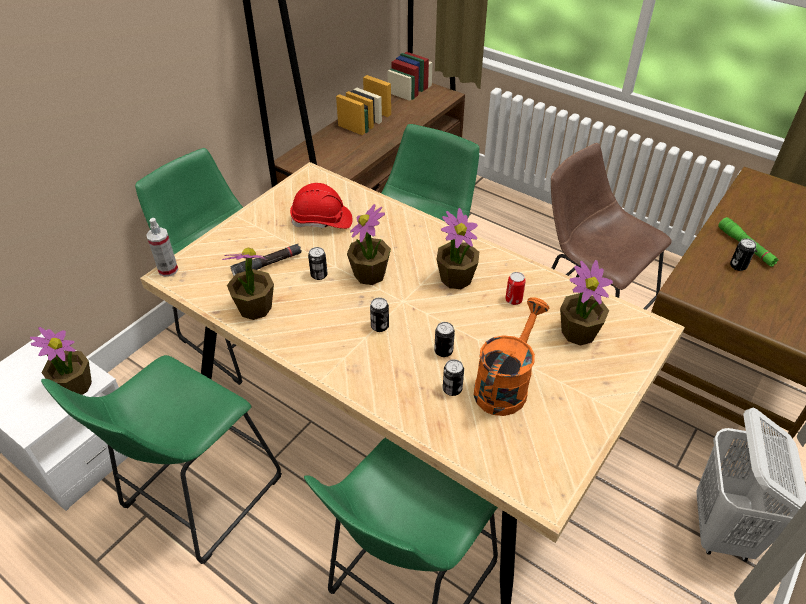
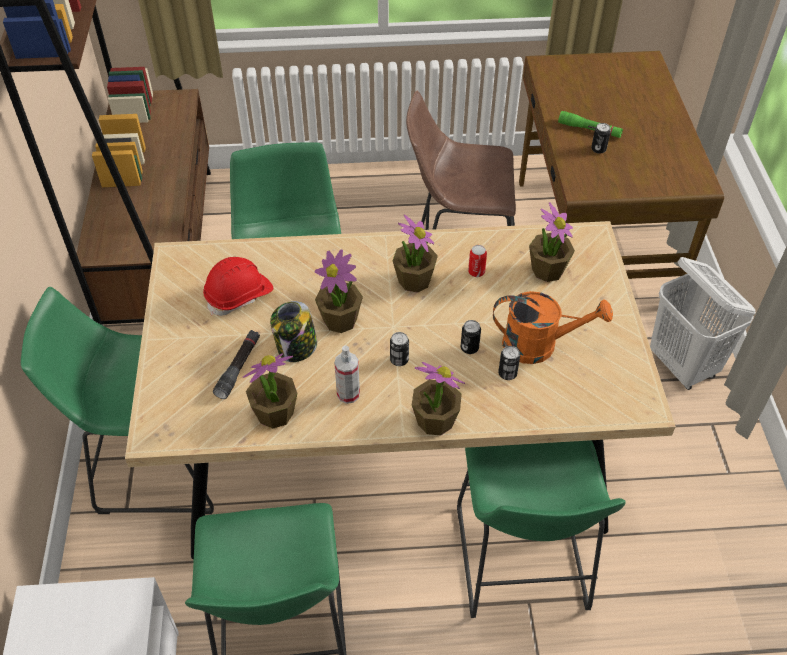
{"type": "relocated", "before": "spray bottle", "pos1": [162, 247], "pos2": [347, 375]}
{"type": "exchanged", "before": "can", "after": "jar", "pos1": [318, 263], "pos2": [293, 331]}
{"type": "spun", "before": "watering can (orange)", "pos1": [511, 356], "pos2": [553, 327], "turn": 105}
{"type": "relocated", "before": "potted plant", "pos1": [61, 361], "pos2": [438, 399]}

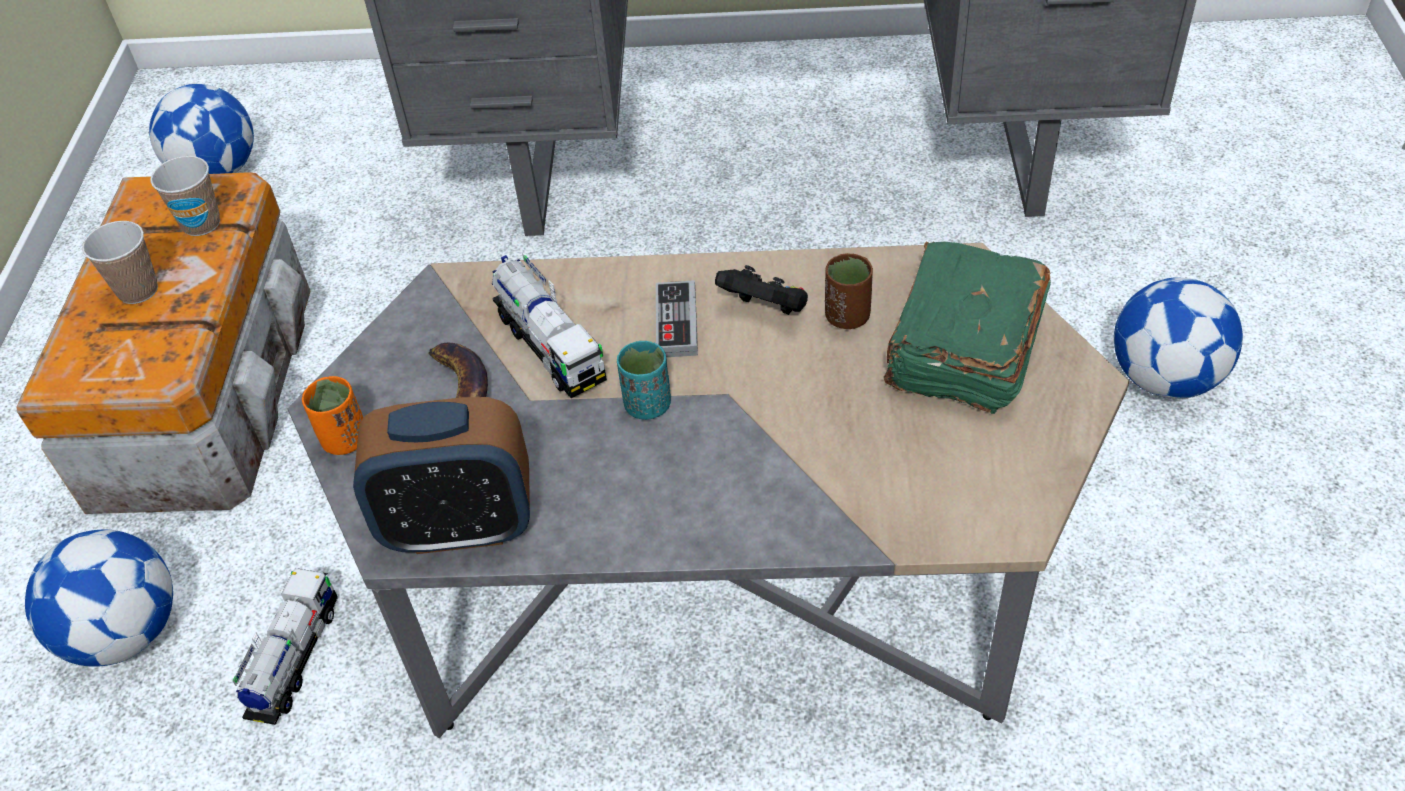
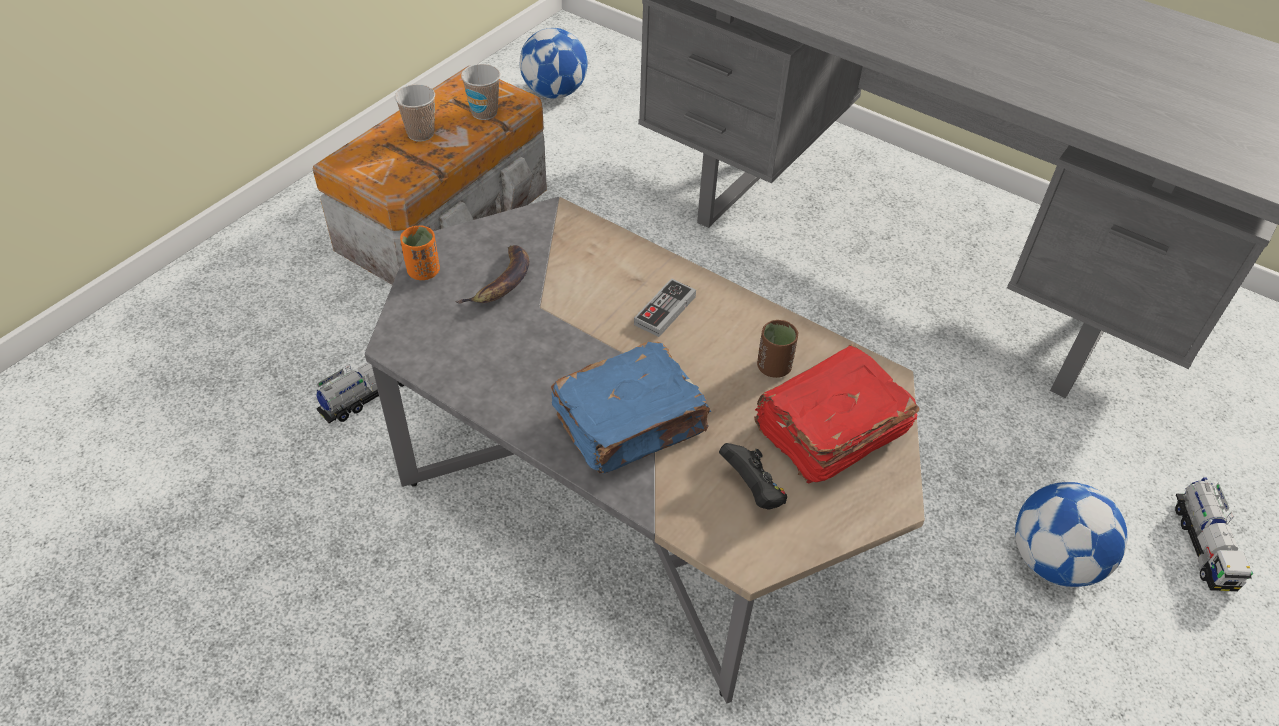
{"type": "colour", "before": "book (green)", "after": "book (red)", "pos1": [967, 328], "pos2": [837, 414]}
{"type": "relocated", "before": "toy truck", "pos1": [549, 326], "pos2": [1214, 534]}
{"type": "relocated", "before": "game controller (black)", "pos1": [761, 290], "pos2": [753, 476]}
{"type": "missing", "before": "cup (turquoise)", "pos1": [644, 380]}
{"type": "missing", "before": "alarm clock", "pos1": [441, 475]}
{"type": "missing", "before": "football", "pos1": [99, 598]}
{"type": "appeared", "after": "book (blue)", "pos2": [631, 408]}

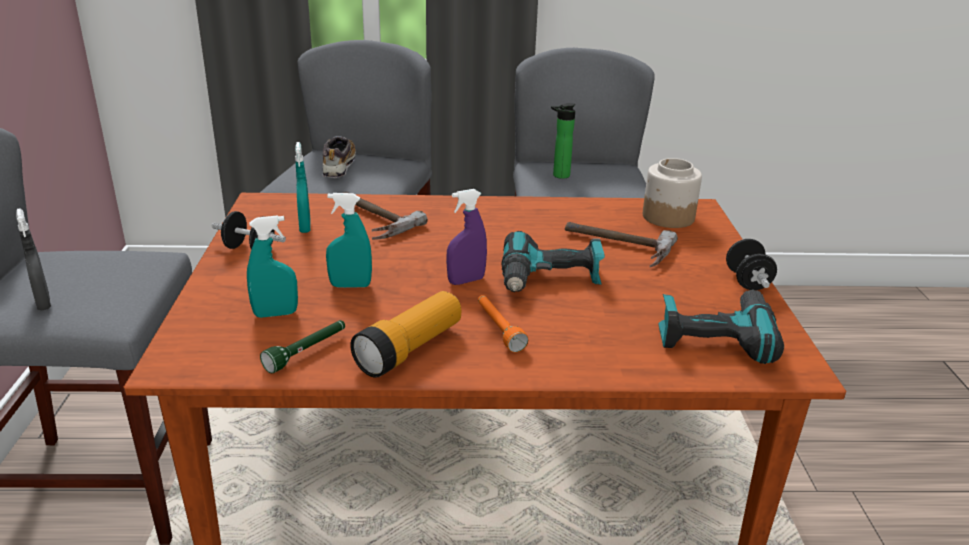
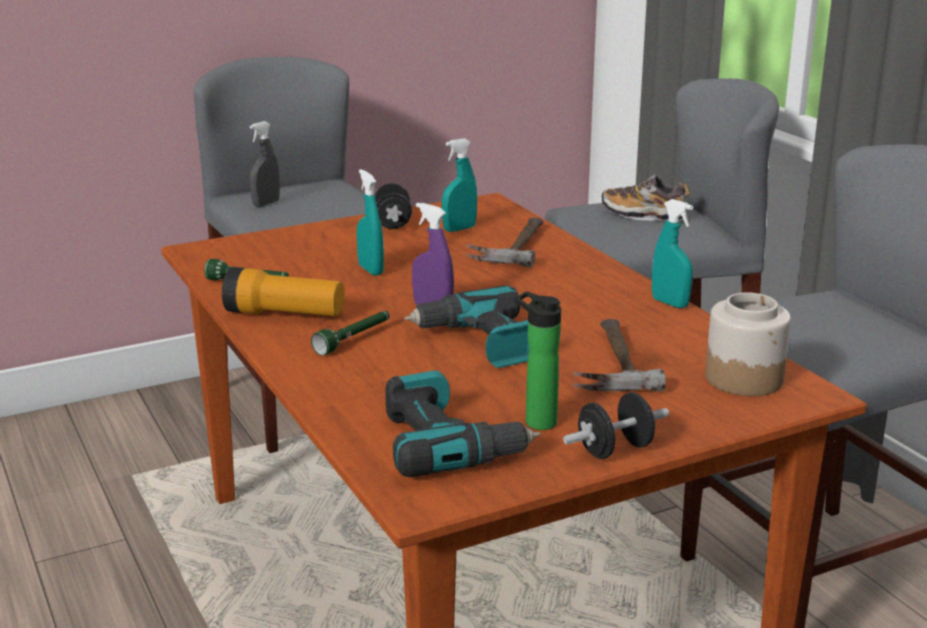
{"type": "relocated", "before": "bottle", "pos1": [563, 141], "pos2": [538, 361]}
{"type": "spun", "before": "shoe", "pos1": [339, 157], "pos2": [646, 198], "turn": -135}
{"type": "relocated", "before": "spray bottle (turquoise)", "pos1": [272, 266], "pos2": [672, 253]}
{"type": "colour", "before": "flashlight (orange)", "after": "flashlight (green)", "pos1": [503, 323], "pos2": [350, 333]}

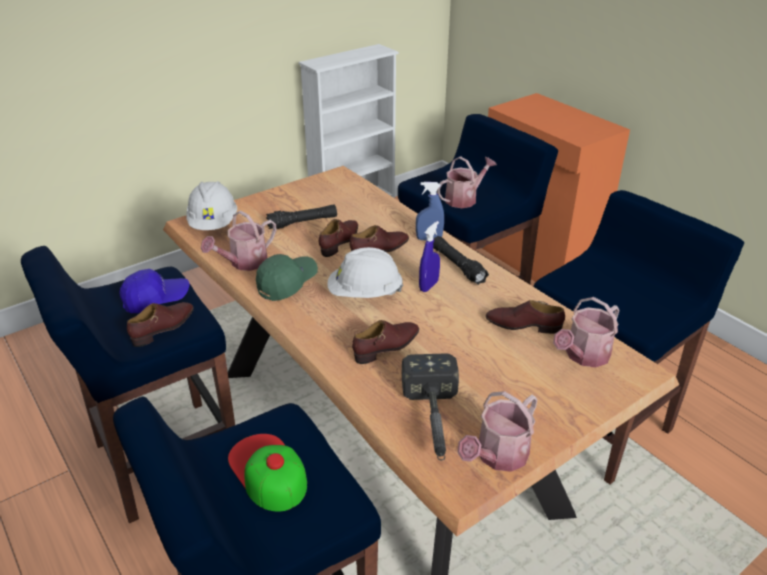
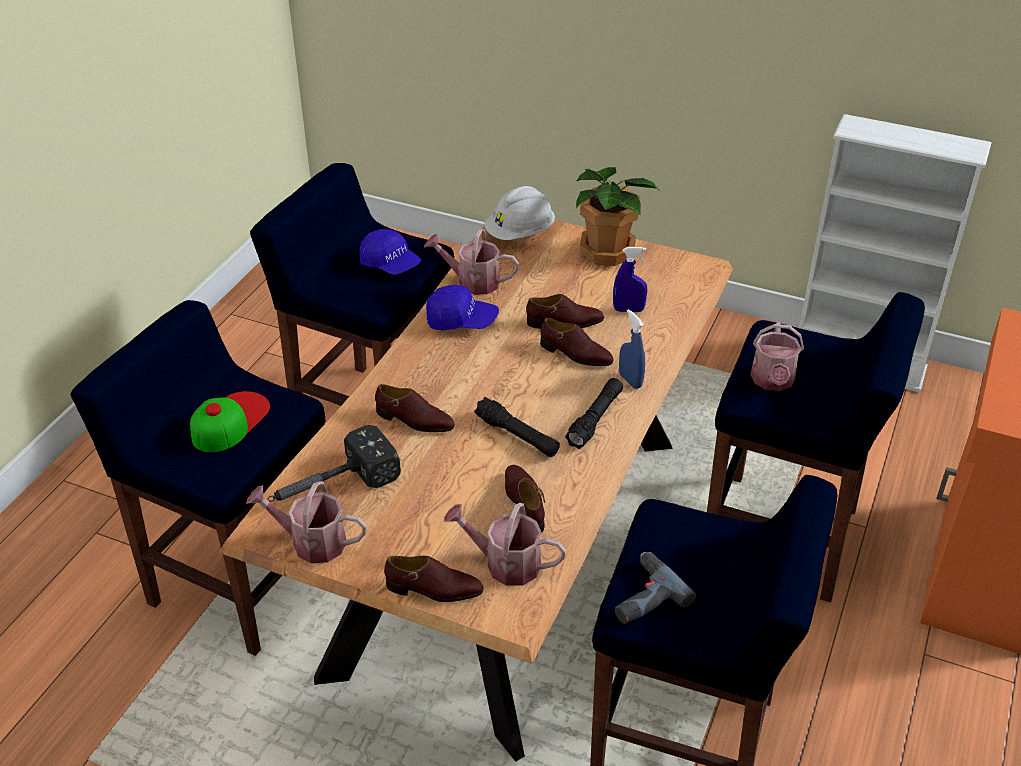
{"type": "spun", "before": "watering can", "pos1": [467, 182], "pos2": [777, 356], "turn": 75}
{"type": "relocated", "before": "flashlight (black)", "pos1": [301, 217], "pos2": [517, 427]}
{"type": "relocated", "before": "spray bottle (blue)", "pos1": [429, 256], "pos2": [630, 279]}
{"type": "missing", "before": "hard hat (white)", "pos1": [365, 272]}
{"type": "colour", "before": "cap (green)", "after": "cap (blue)", "pos1": [287, 277], "pos2": [462, 307]}
{"type": "relocated", "before": "shoe (brown)", "pos1": [160, 324], "pos2": [433, 579]}
{"type": "appeared", "after": "potted plant", "pos2": [618, 216]}
{"type": "appeared", "after": "power drill", "pos2": [655, 588]}

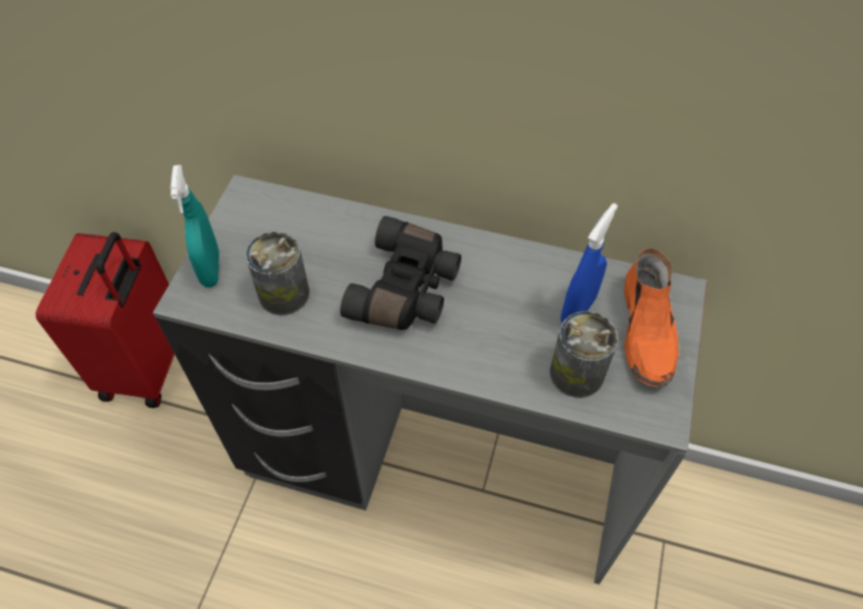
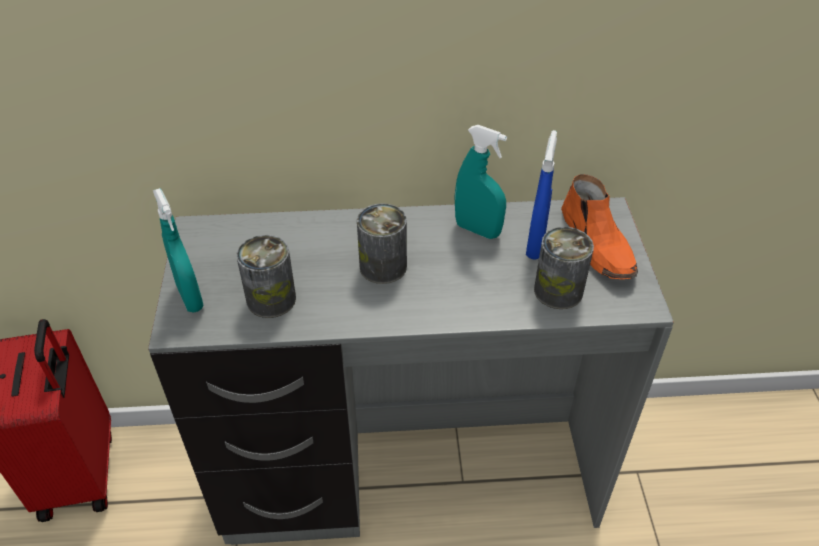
{"type": "exchanged", "before": "binoculars (black)", "after": "can", "pos1": [400, 273], "pos2": [382, 243]}
{"type": "appeared", "after": "spray bottle (turquoise)", "pos2": [480, 182]}

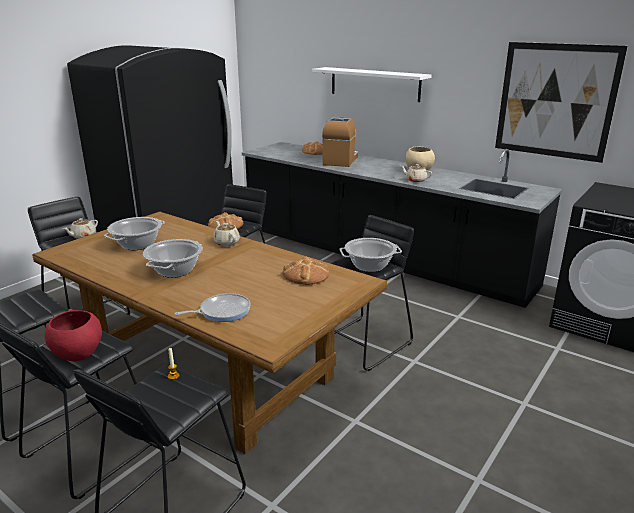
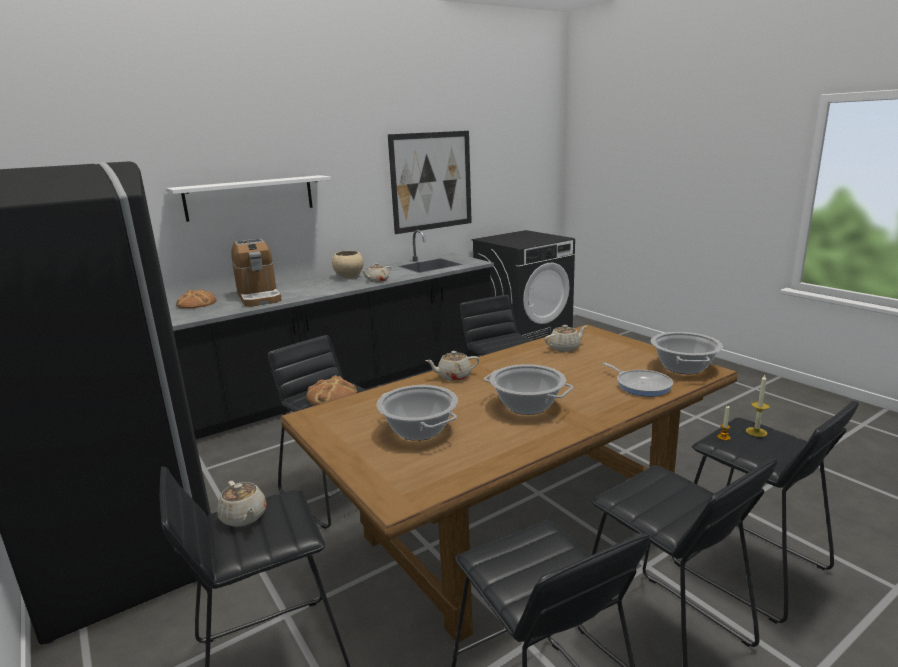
{"type": "spun", "before": "coffee machine", "pos1": [340, 142], "pos2": [256, 272], "turn": -150}
{"type": "relocated", "before": "cooking pot", "pos1": [370, 255], "pos2": [687, 353]}
{"type": "exchanged", "before": "bread", "after": "teapot (beige)", "pos1": [306, 270], "pos2": [566, 338]}
{"type": "spun", "before": "frying pan", "pos1": [213, 307], "pos2": [637, 379], "turn": 150}
{"type": "missing", "before": "bowl (red)", "pos1": [73, 335]}
{"type": "appeared", "after": "candle", "pos2": [758, 406]}

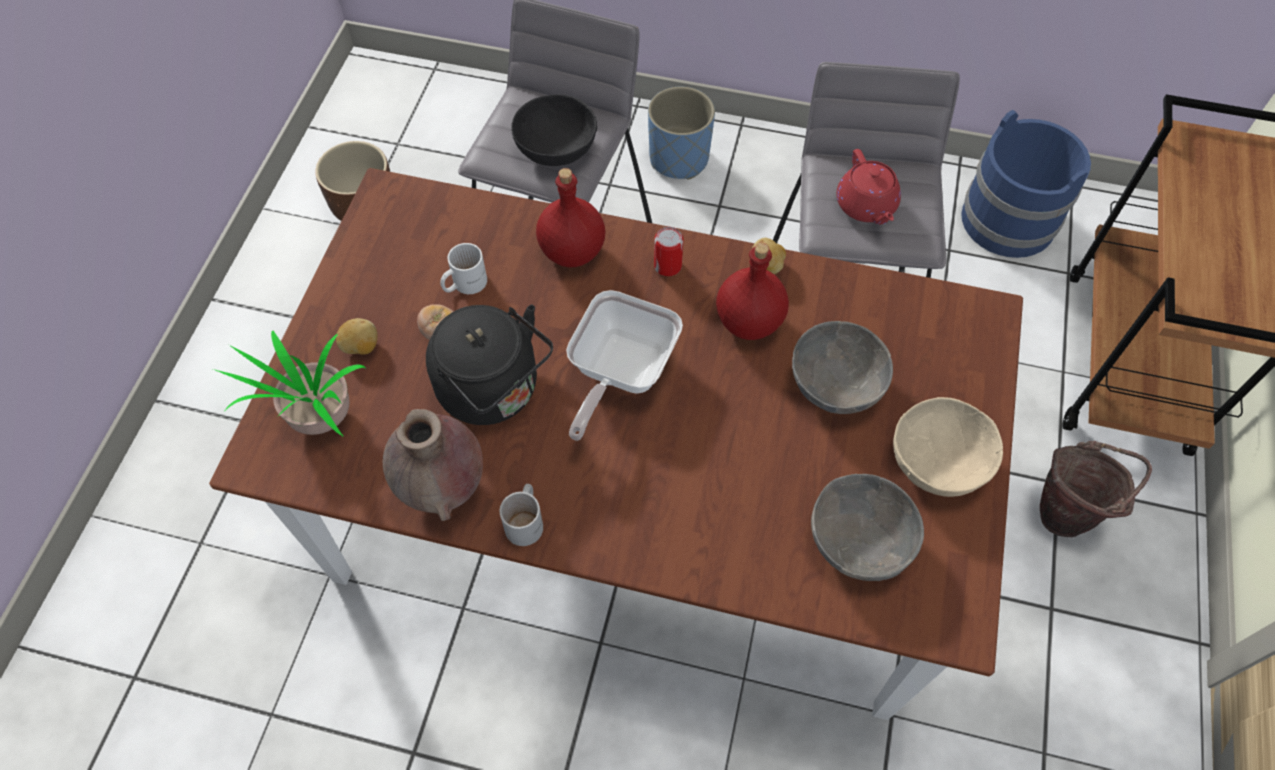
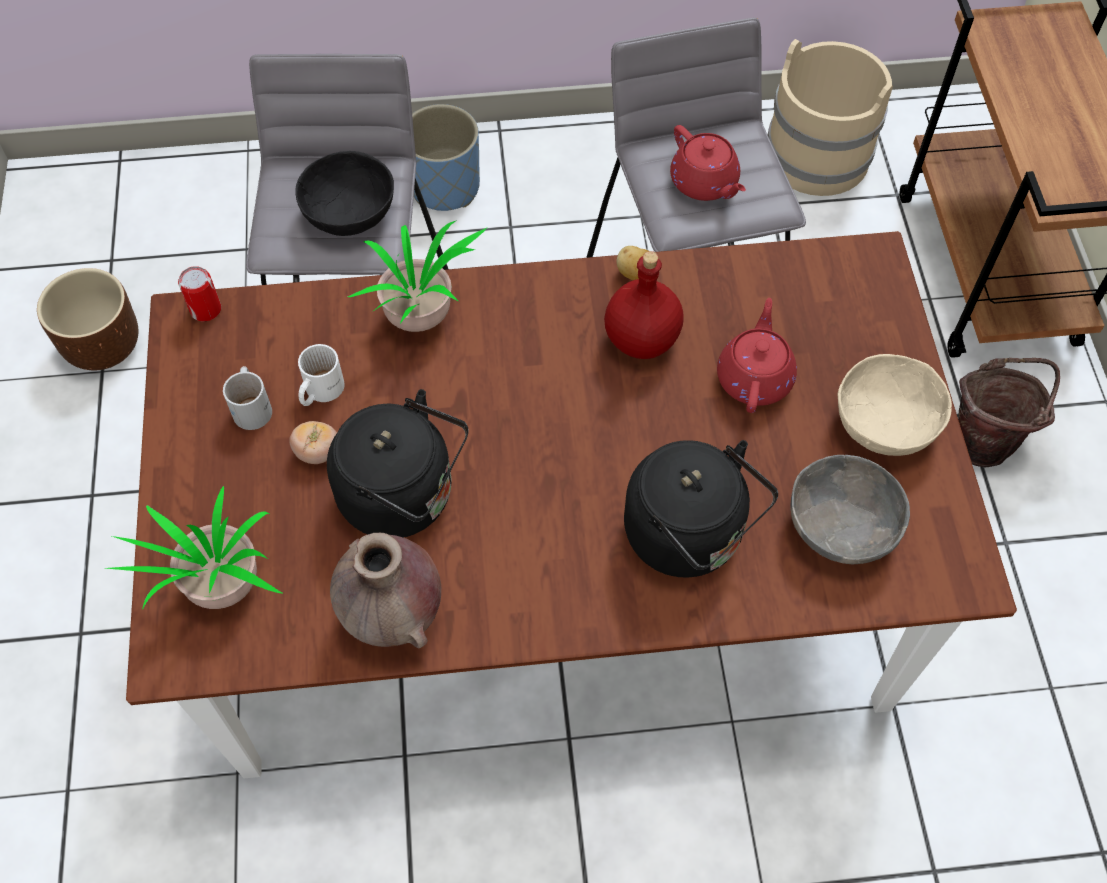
{"type": "colour", "before": "bucket (blue)", "after": "bucket (beige)", "pos1": [1026, 184], "pos2": [830, 117]}
{"type": "exchanged", "before": "bottle (red)", "after": "potted plant", "pos1": [570, 217], "pos2": [418, 276]}
{"type": "relocated", "before": "can", "pos1": [668, 251], "pos2": [199, 294]}
{"type": "missing", "before": "frying pan", "pos1": [624, 365]}
{"type": "missing", "before": "potato", "pos1": [356, 336]}
{"type": "exchanged", "before": "bowl (grey)", "after": "teapot (red)", "pos1": [842, 367], "pos2": [757, 355]}
{"type": "relocated", "before": "mug (white)", "pos1": [521, 515], "pos2": [247, 398]}
{"type": "appeared", "after": "kettle (black)", "pos2": [701, 509]}

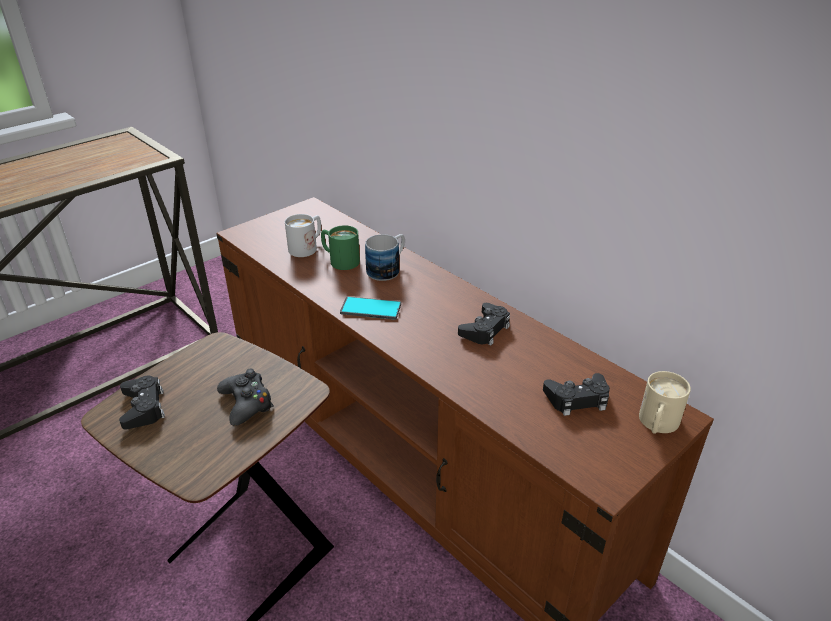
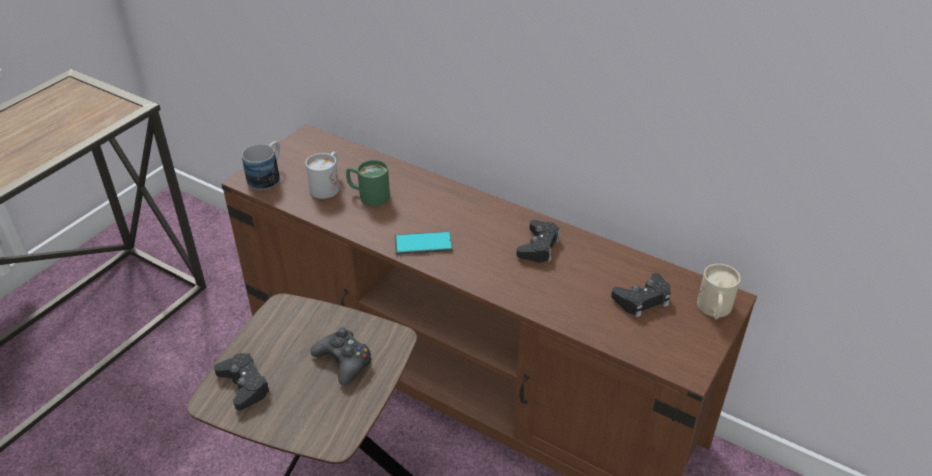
{"type": "relocated", "before": "mug", "pos1": [385, 257], "pos2": [261, 165]}

